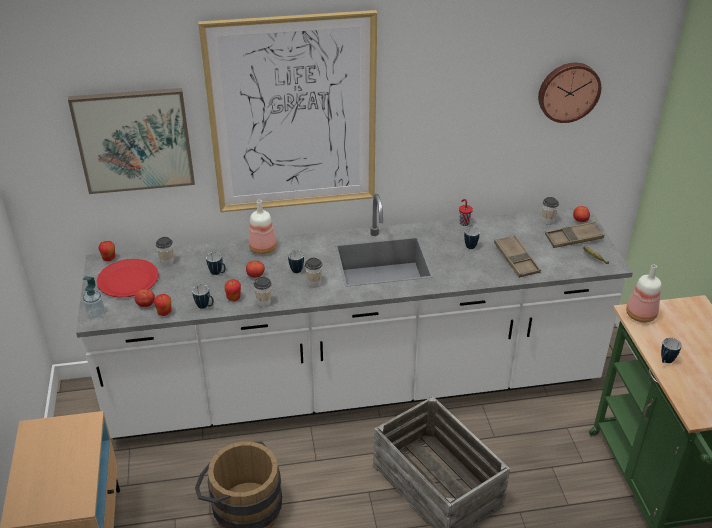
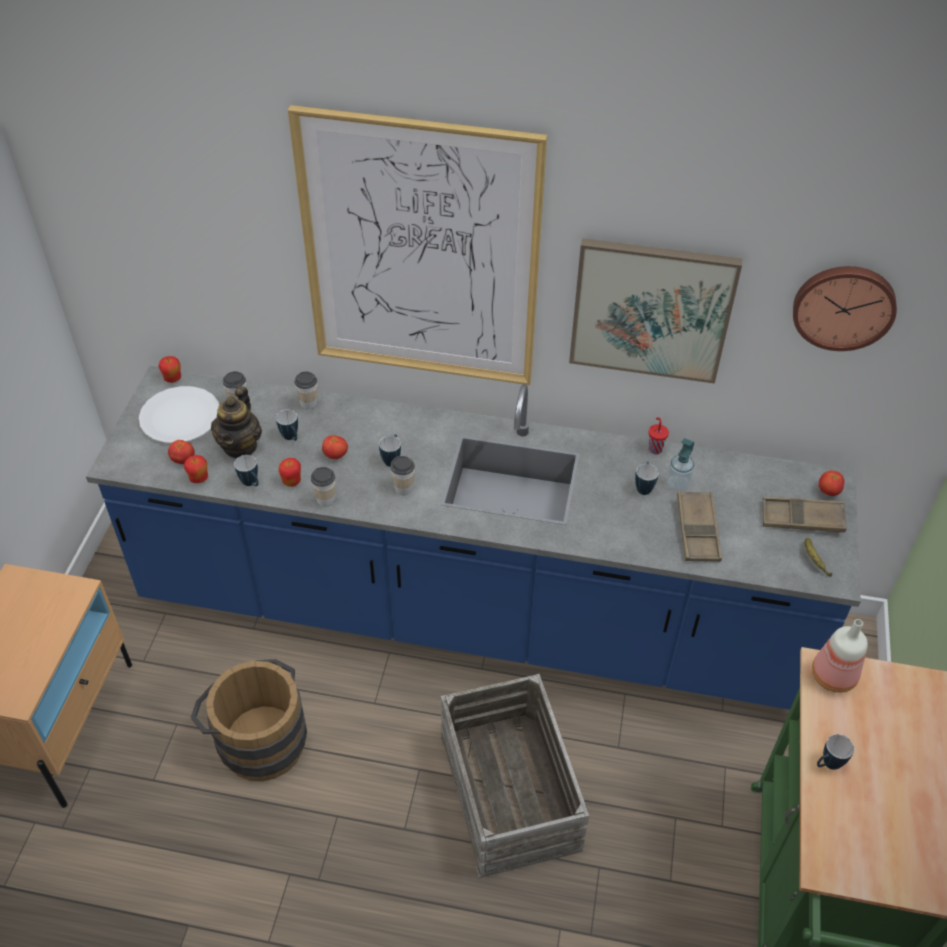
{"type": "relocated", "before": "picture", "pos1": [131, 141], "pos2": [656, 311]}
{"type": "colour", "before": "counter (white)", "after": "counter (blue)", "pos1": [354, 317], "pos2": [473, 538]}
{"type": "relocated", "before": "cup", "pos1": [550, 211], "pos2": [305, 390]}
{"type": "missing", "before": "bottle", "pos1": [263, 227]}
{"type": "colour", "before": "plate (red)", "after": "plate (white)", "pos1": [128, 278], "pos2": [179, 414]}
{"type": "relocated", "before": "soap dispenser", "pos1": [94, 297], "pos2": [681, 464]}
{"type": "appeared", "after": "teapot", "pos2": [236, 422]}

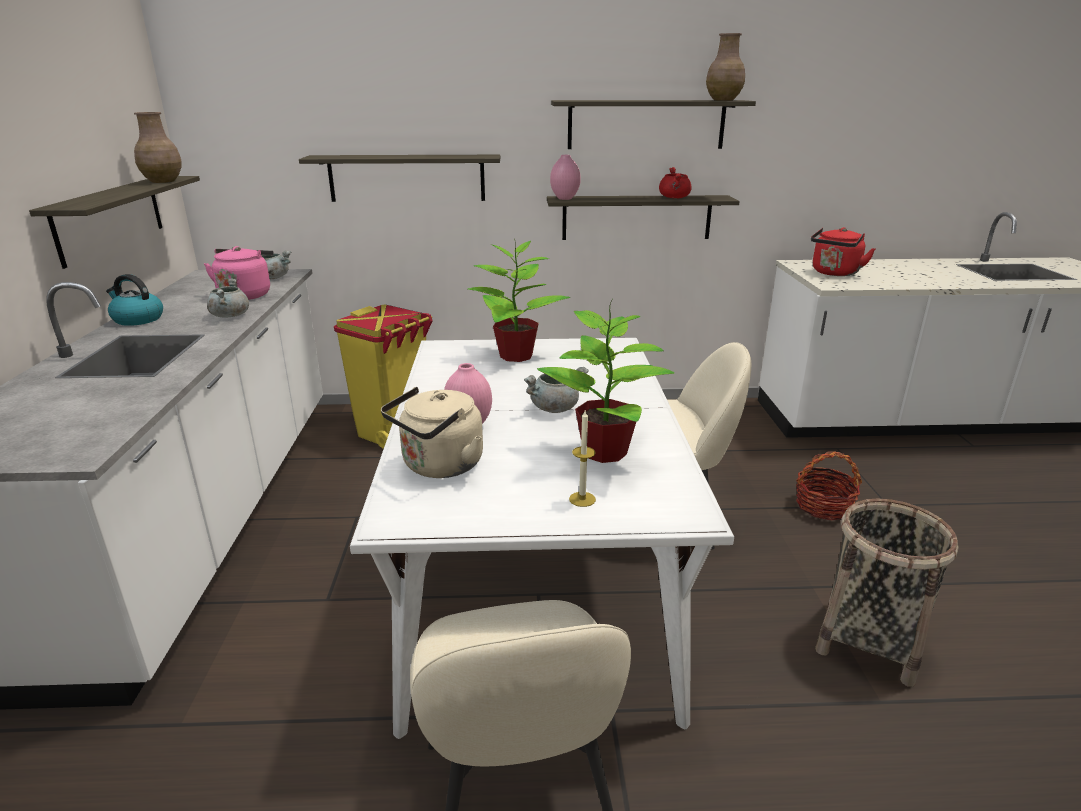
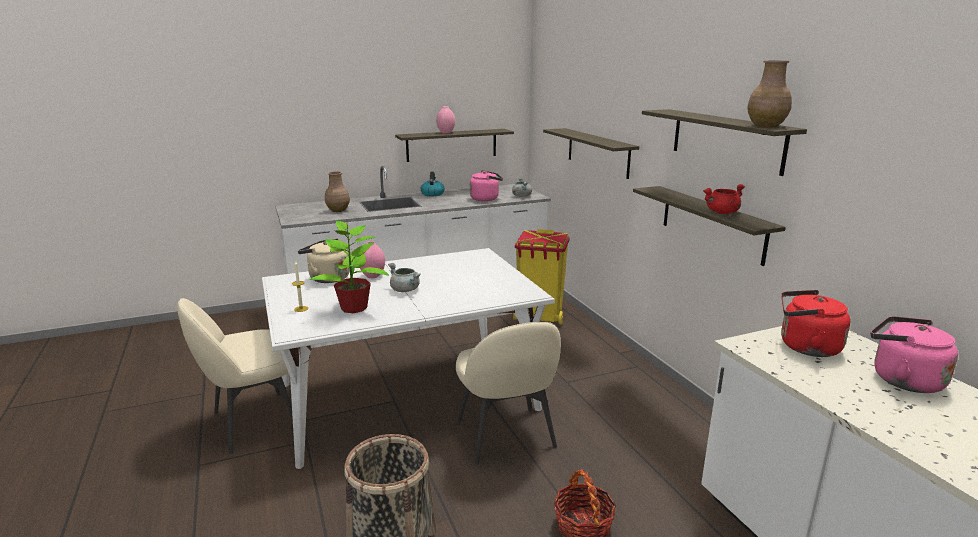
{"type": "relocated", "before": "vase (brown)", "pos1": [158, 147], "pos2": [337, 192]}
{"type": "relocated", "before": "vase (pink)", "pos1": [565, 177], "pos2": [445, 120]}
{"type": "missing", "before": "potted plant", "pos1": [519, 300]}
{"type": "missing", "before": "cooking pot (grey)", "pos1": [228, 297]}
{"type": "appeared", "after": "kettle (pink)", "pos2": [914, 354]}

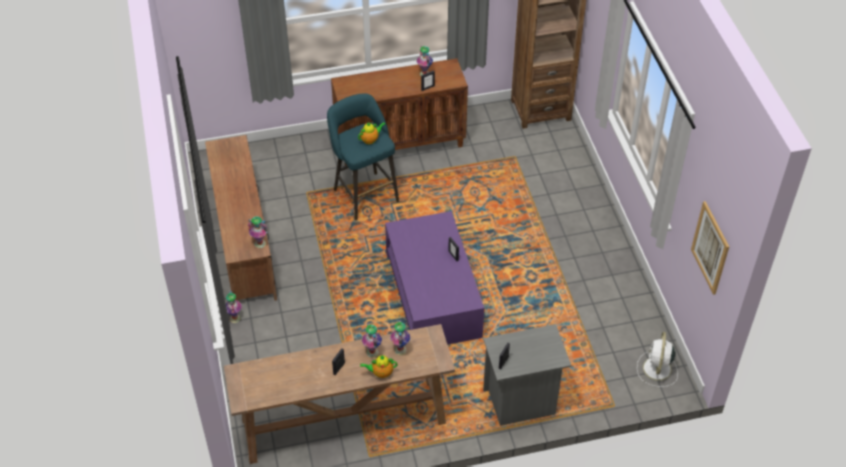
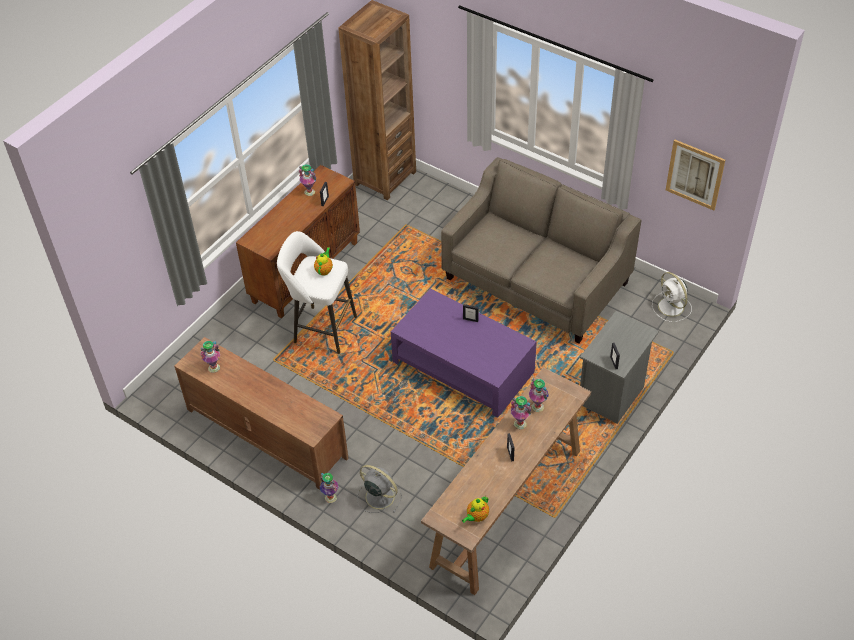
{"type": "colour", "before": "stool (turquoise)", "after": "stool (white)", "pos1": [363, 156], "pos2": [317, 292]}
{"type": "relocated", "before": "vase", "pos1": [258, 232], "pos2": [210, 357]}
{"type": "relocated", "before": "teapot", "pos1": [378, 366], "pos2": [475, 509]}
{"type": "appeared", "after": "sofa (beige)", "pos2": [541, 250]}
{"type": "appeared", "after": "fan (grey)", "pos2": [379, 489]}

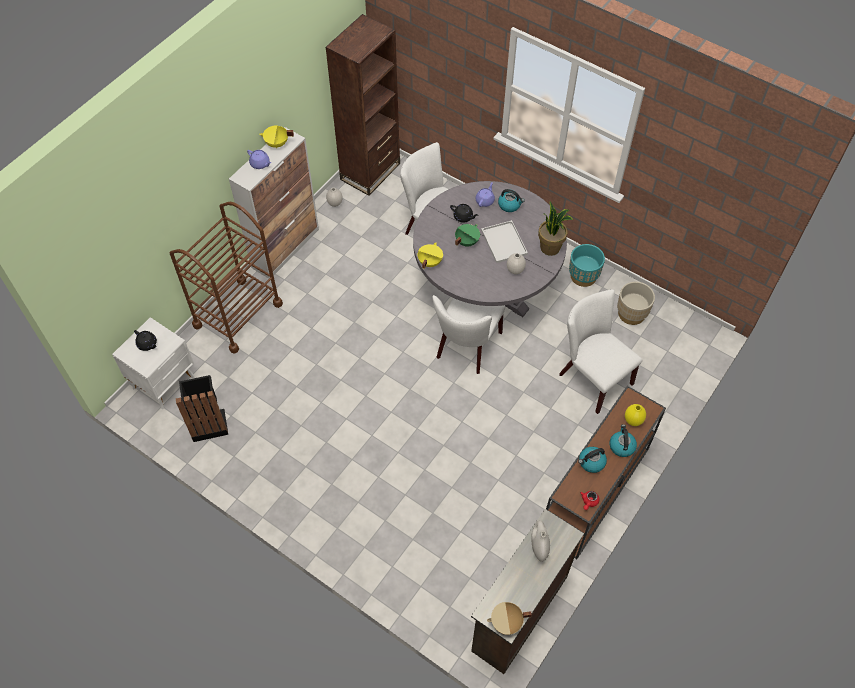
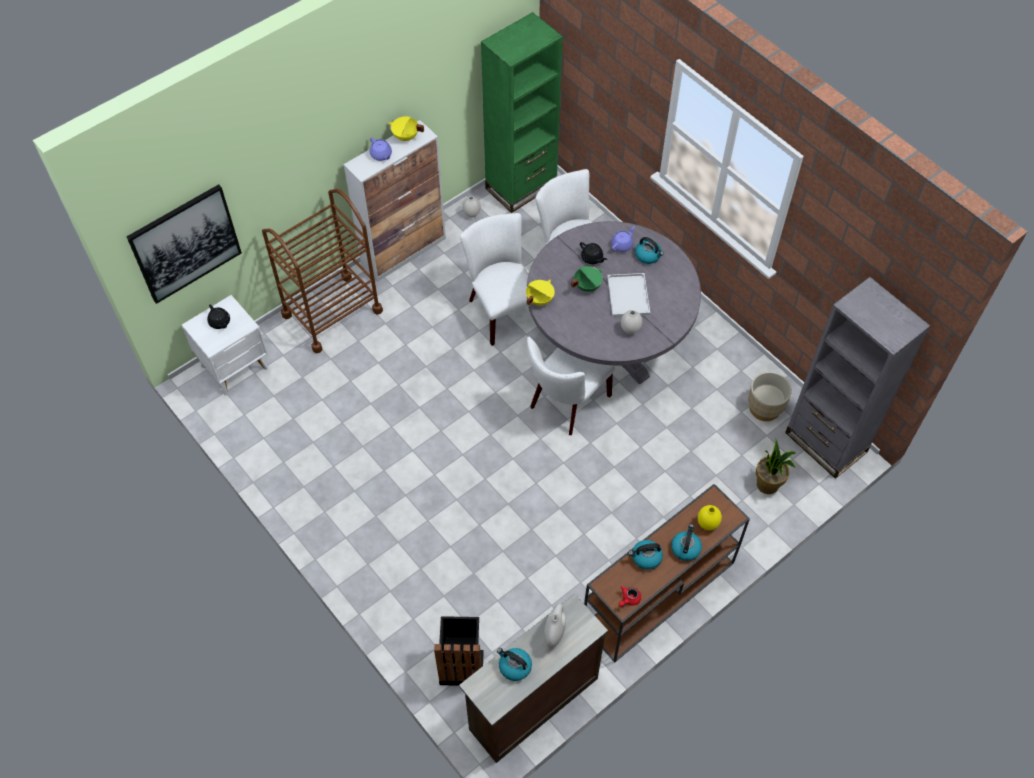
{"type": "colour", "before": "bookcase (brown)", "after": "bookcase (green)", "pos1": [362, 105], "pos2": [522, 112]}
{"type": "relocated", "before": "potted plant", "pos1": [555, 229], "pos2": [776, 466]}
{"type": "missing", "before": "planter (turquoise)", "pos1": [587, 265]}
{"type": "relocated", "before": "chair (white)", "pos1": [600, 351], "pos2": [494, 279]}
{"type": "relocated", "before": "trash can (black)", "pos1": [202, 408], "pos2": [459, 651]}
{"type": "missing", "before": "cooking pot (beige)", "pos1": [509, 618]}
{"type": "appeared", "after": "picture", "pos2": [184, 244]}
{"type": "appeared", "after": "bookcase (grey)", "pos2": [857, 378]}
{"type": "appeared", "after": "kettle", "pos2": [514, 664]}

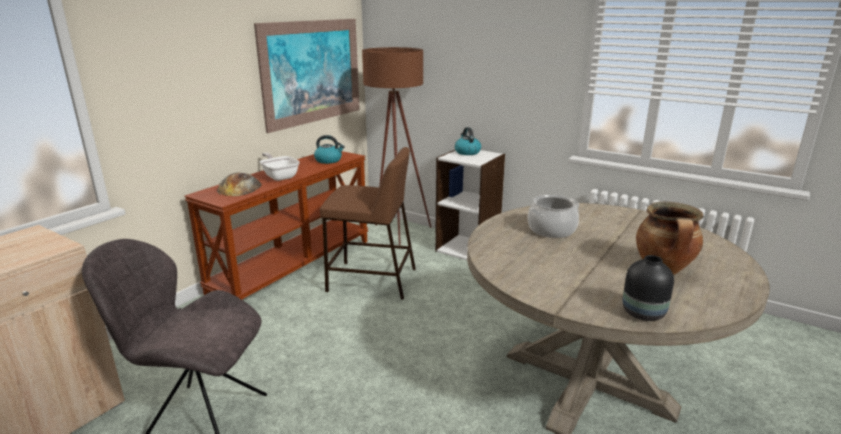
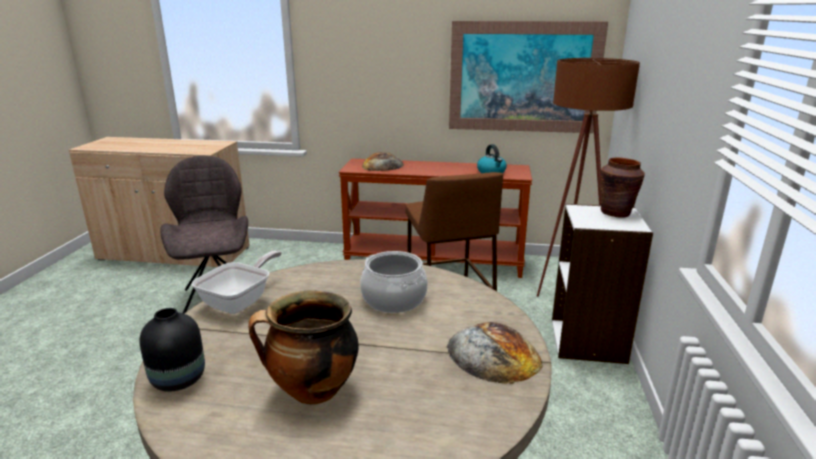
{"type": "exchanged", "before": "kettle", "after": "vase (brown)", "pos1": [468, 141], "pos2": [622, 187]}
{"type": "relocated", "before": "frying pan", "pos1": [280, 166], "pos2": [236, 282]}
{"type": "appeared", "after": "bread", "pos2": [495, 353]}

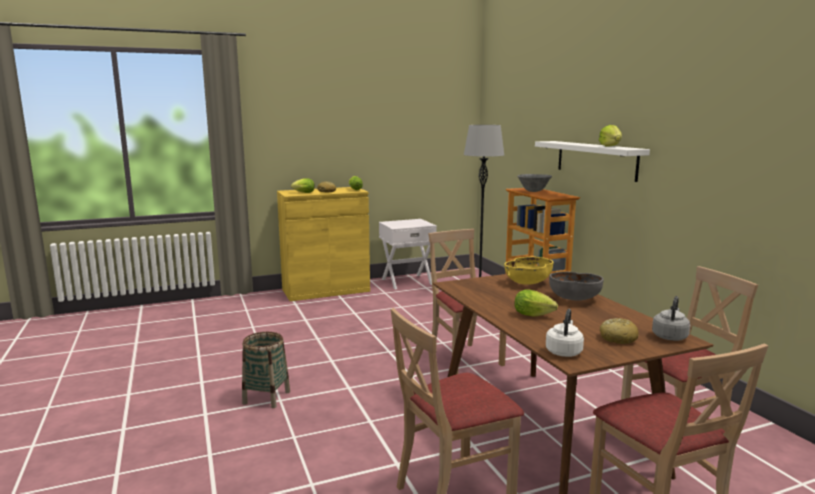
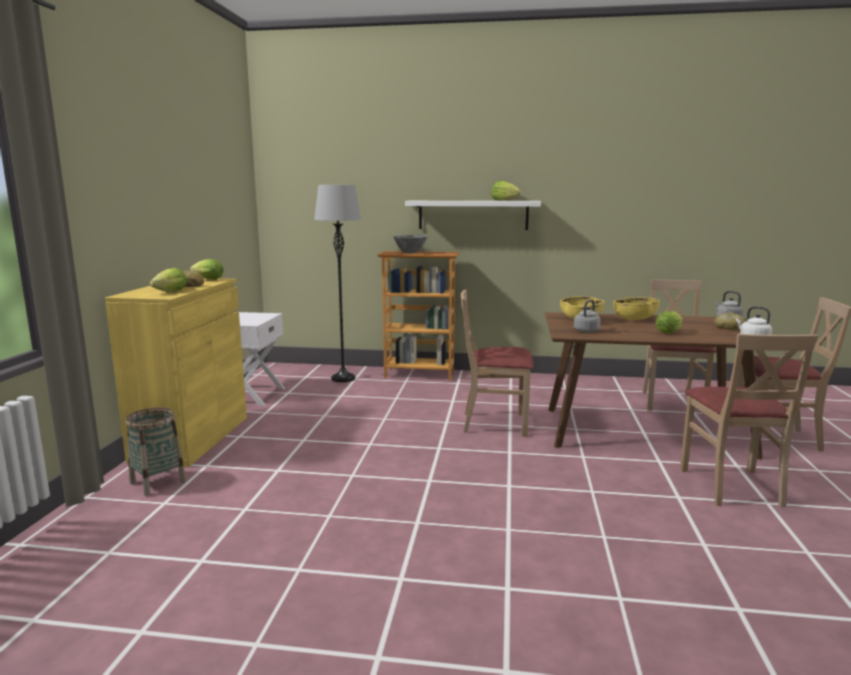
{"type": "colour", "before": "bowl (grey)", "after": "bowl (yellow)", "pos1": [576, 286], "pos2": [636, 308]}
{"type": "relocated", "before": "basket", "pos1": [266, 370], "pos2": [156, 451]}
{"type": "appeared", "after": "kettle (grey)", "pos2": [587, 316]}

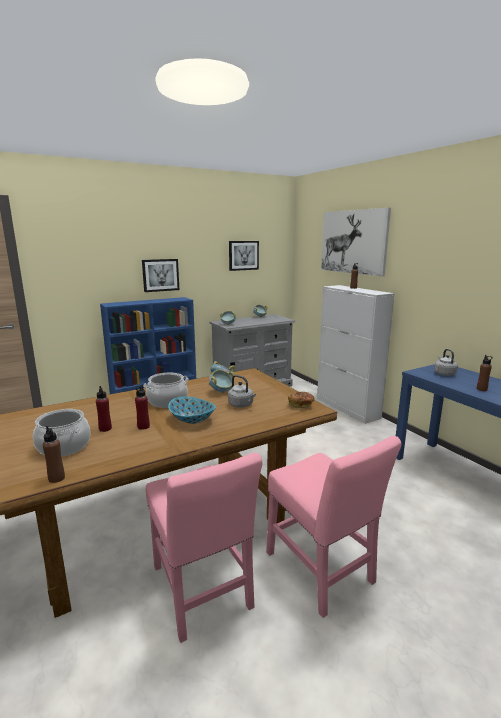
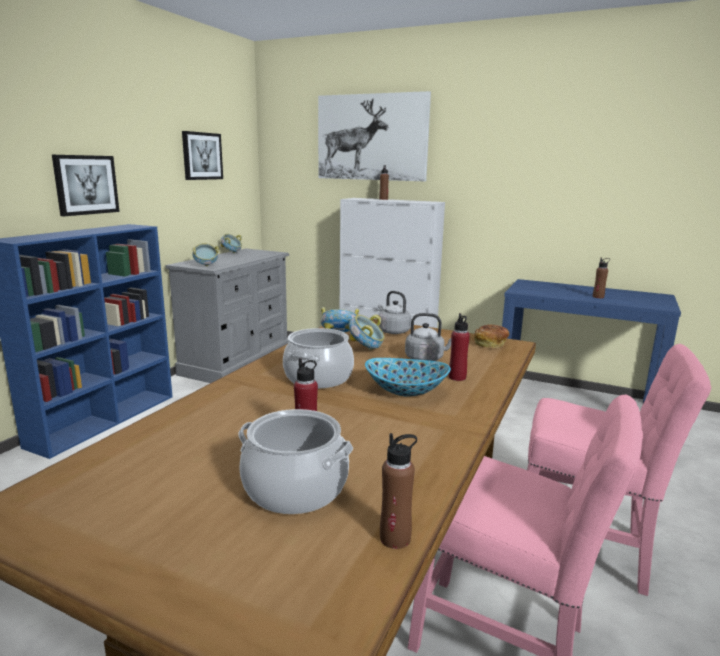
{"type": "relocated", "before": "kettle (grey)", "pos1": [446, 362], "pos2": [394, 312]}
{"type": "relocated", "before": "bottle (red)", "pos1": [142, 407], "pos2": [459, 347]}

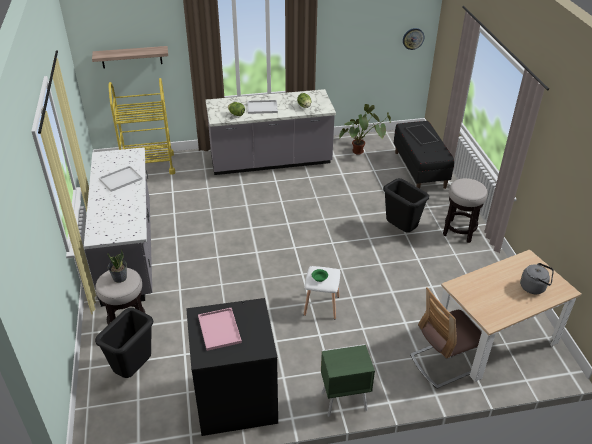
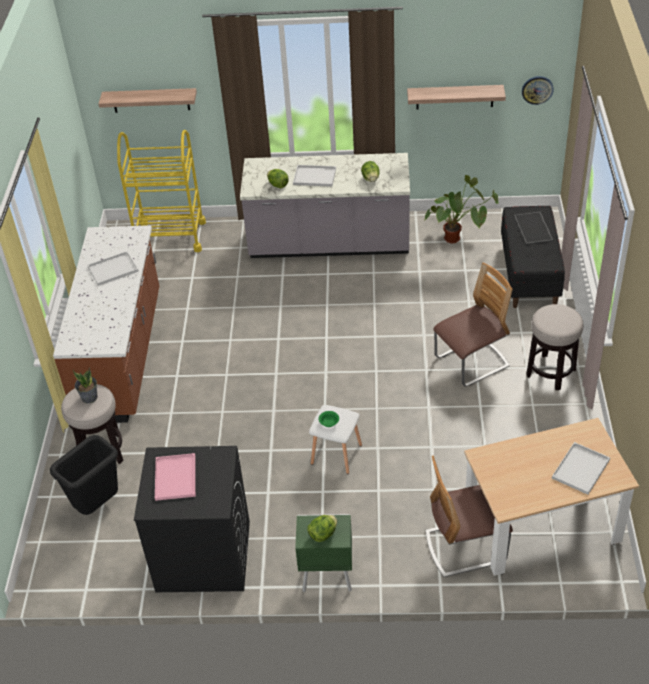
{"type": "colour", "before": "counter (grey)", "after": "counter (brown)", "pos1": [118, 227], "pos2": [106, 324]}
{"type": "exchanged", "before": "trash can (black)", "after": "chair", "pos1": [406, 205], "pos2": [473, 325]}
{"type": "exchanged", "before": "kettle (grey)", "after": "tray (white)", "pos1": [537, 278], "pos2": [581, 468]}
{"type": "appeared", "after": "shelf", "pos2": [456, 97]}
{"type": "appeared", "after": "lettuce", "pos2": [322, 528]}

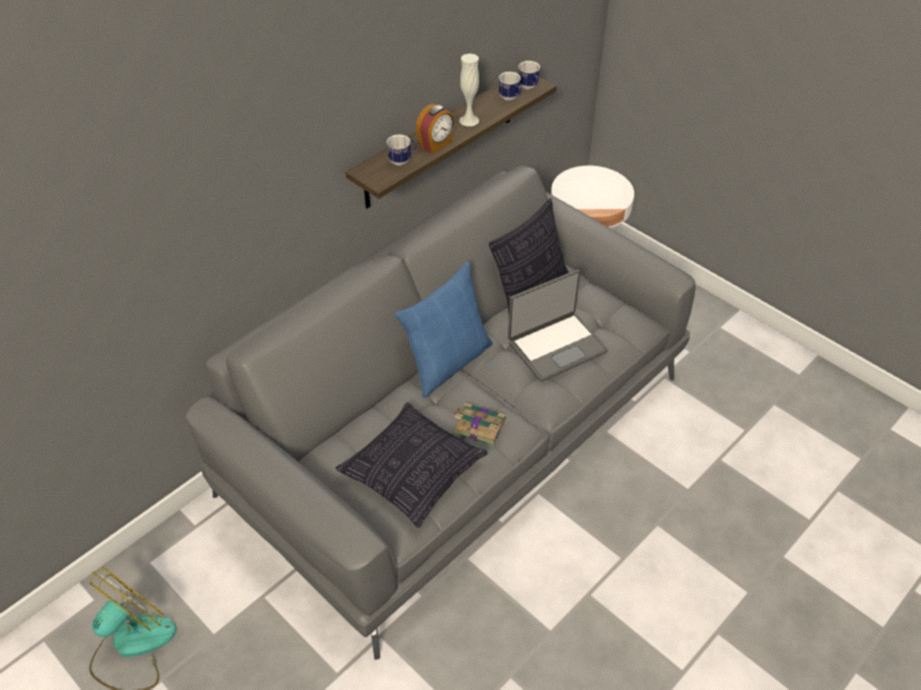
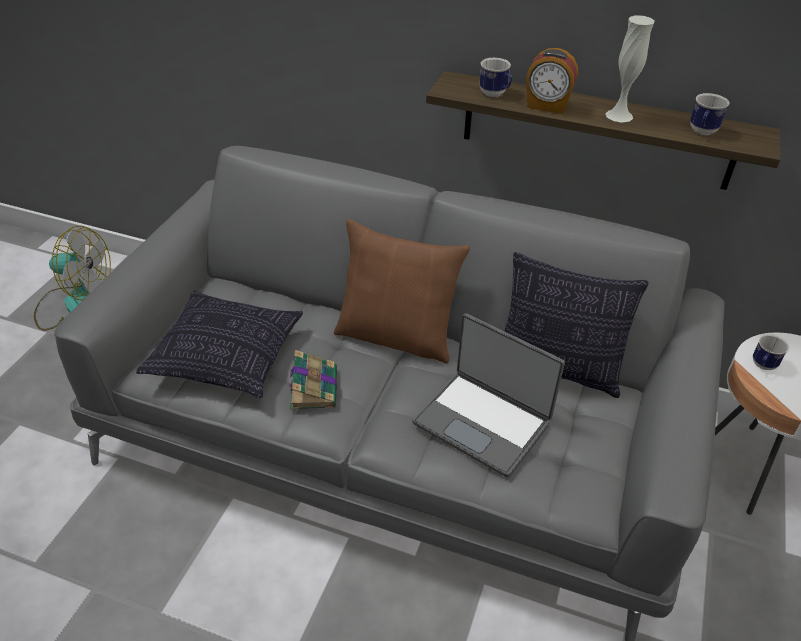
{"type": "relocated", "before": "mug", "pos1": [529, 75], "pos2": [771, 352]}
{"type": "colour", "before": "pillow (blue)", "after": "pillow (brown)", "pos1": [444, 330], "pos2": [402, 291]}

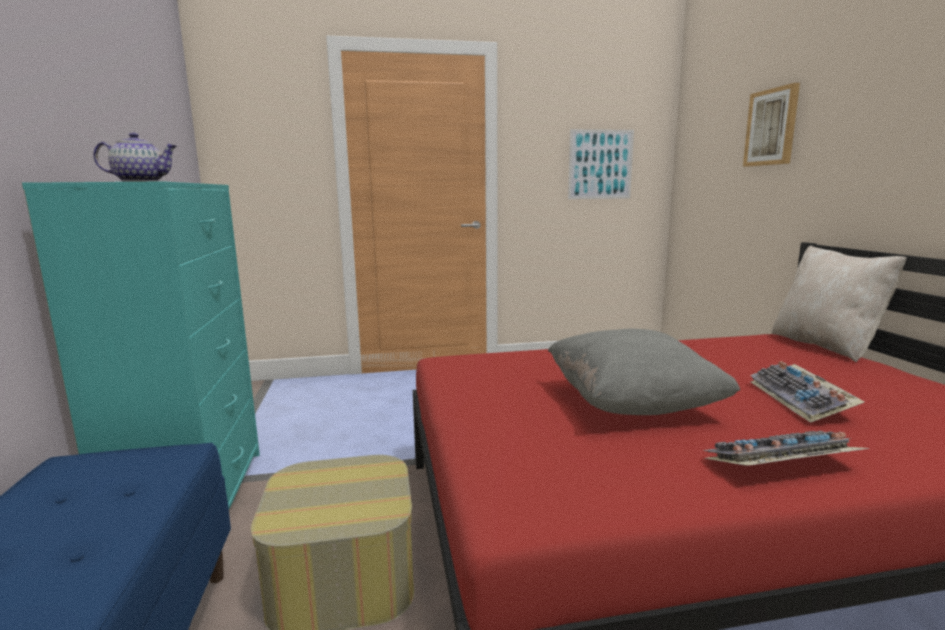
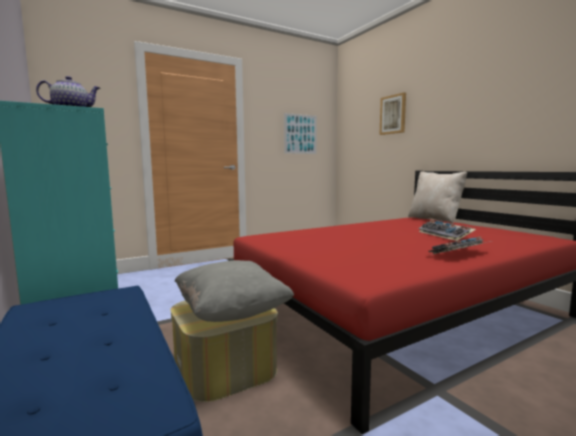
{"type": "relocated", "before": "pillow (grey)", "pos1": [644, 372], "pos2": [234, 291]}

